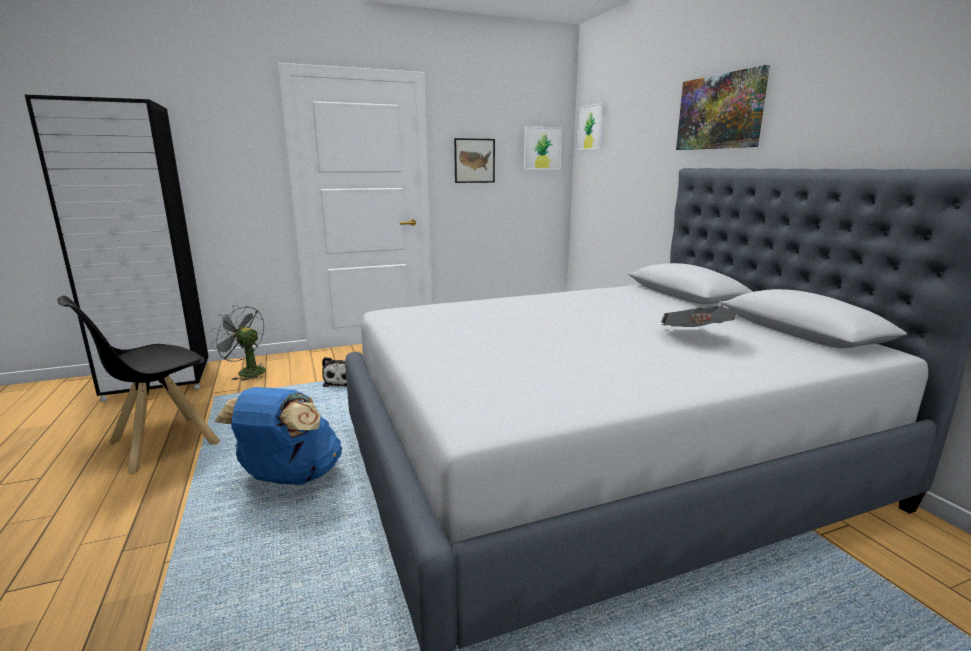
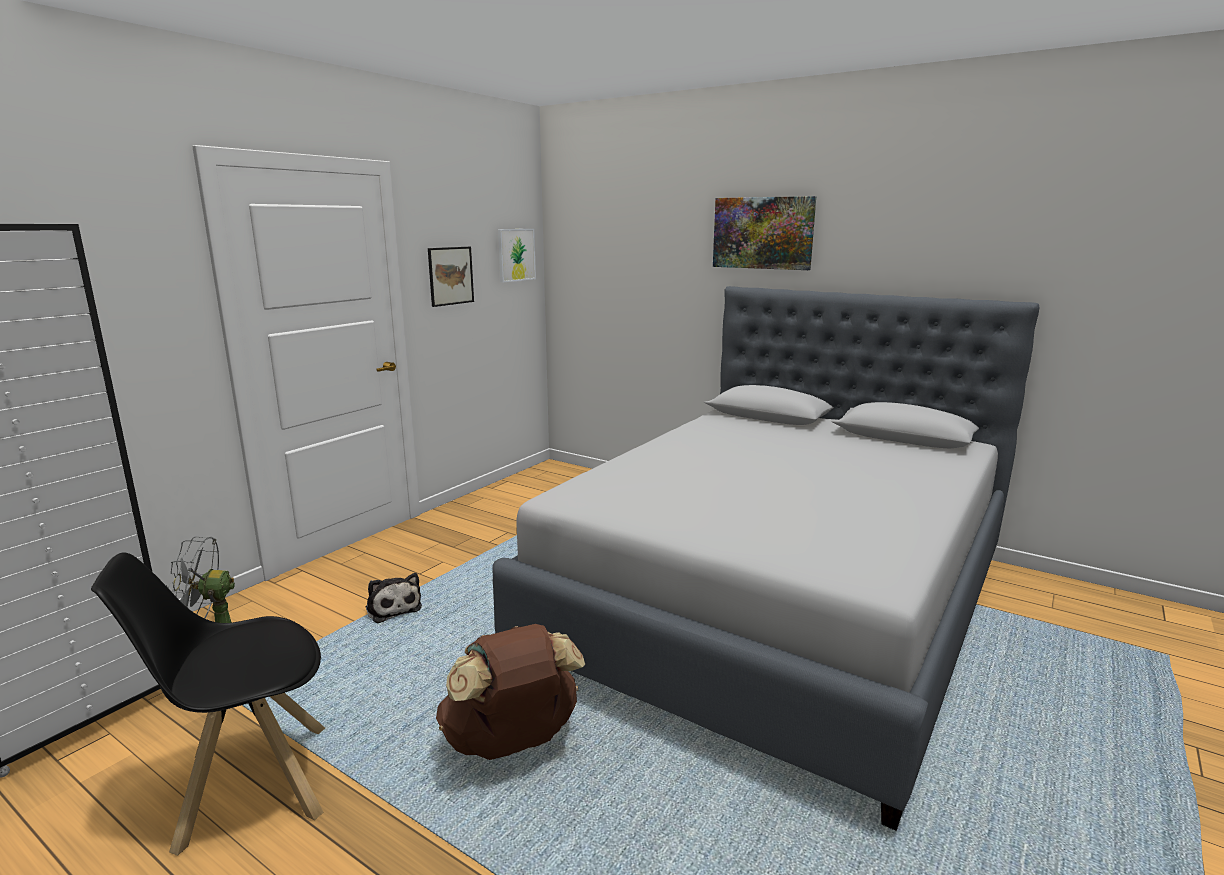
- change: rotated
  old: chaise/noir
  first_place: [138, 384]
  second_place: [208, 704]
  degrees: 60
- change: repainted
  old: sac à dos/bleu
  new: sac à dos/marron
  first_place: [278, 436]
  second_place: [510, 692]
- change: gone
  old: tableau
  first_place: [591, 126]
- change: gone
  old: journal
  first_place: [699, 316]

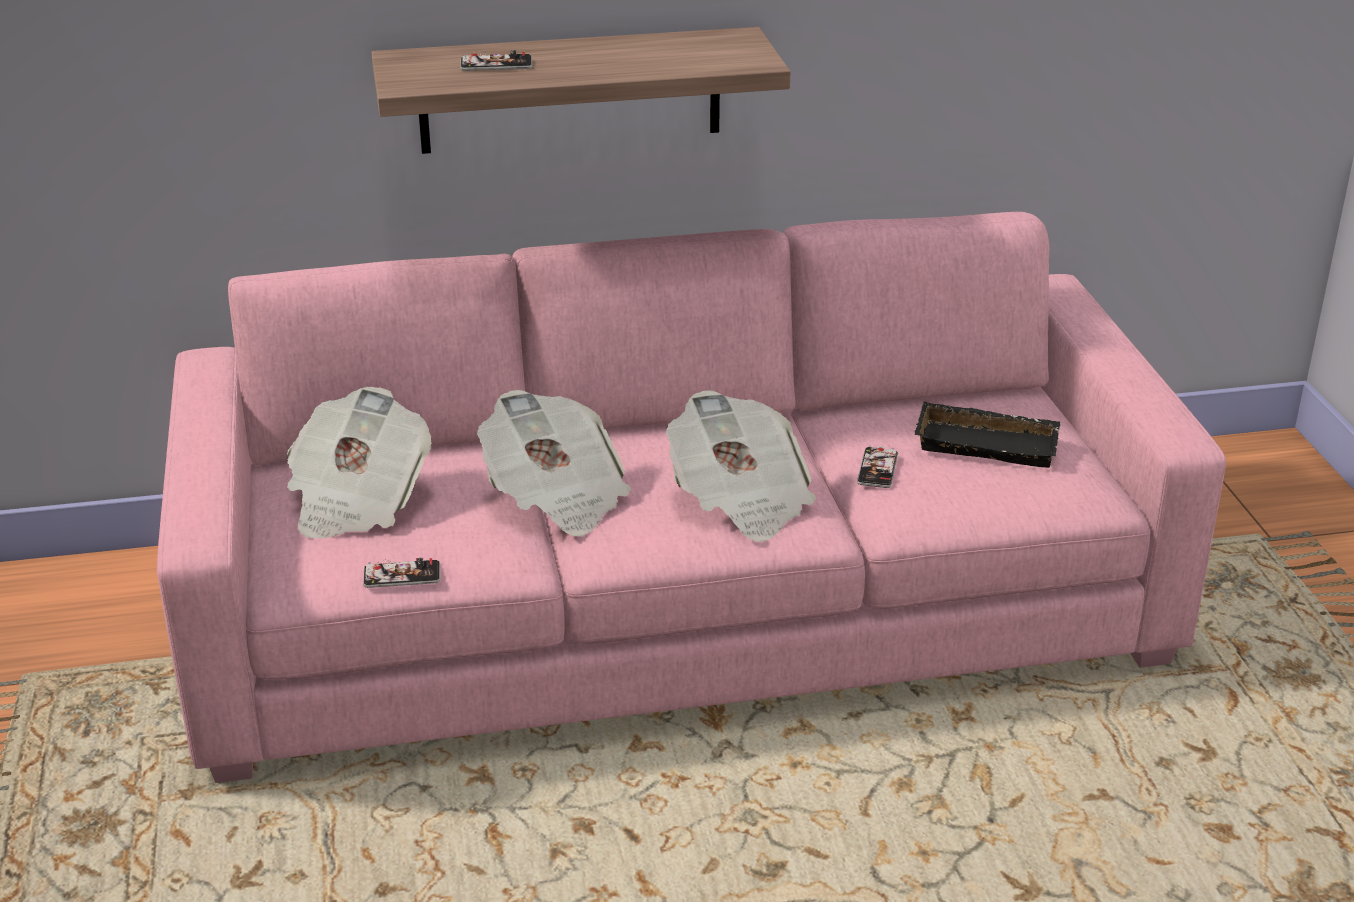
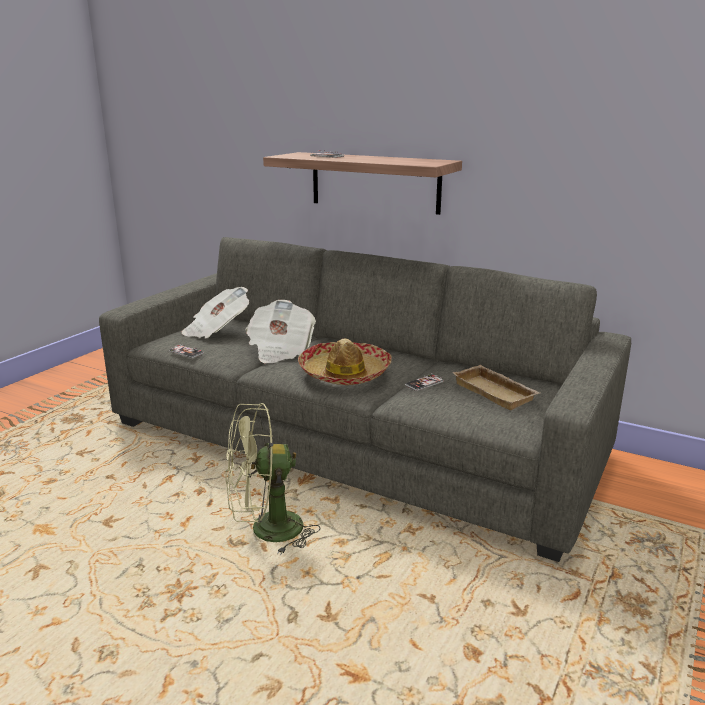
- change: repainted
  old: canapé/rose
  new: canapé/gris
  first_place: [691, 497]
  second_place: [365, 399]
- change: swapped
  old: journal
  new: chapeau
  first_place: [741, 466]
  second_place: [345, 362]
- change: repainted
  old: plateau/noir
  new: plateau/beige
  first_place: [988, 435]
  second_place: [496, 387]
- change: new
  new: ventilateur/vert
  second_place: [273, 479]

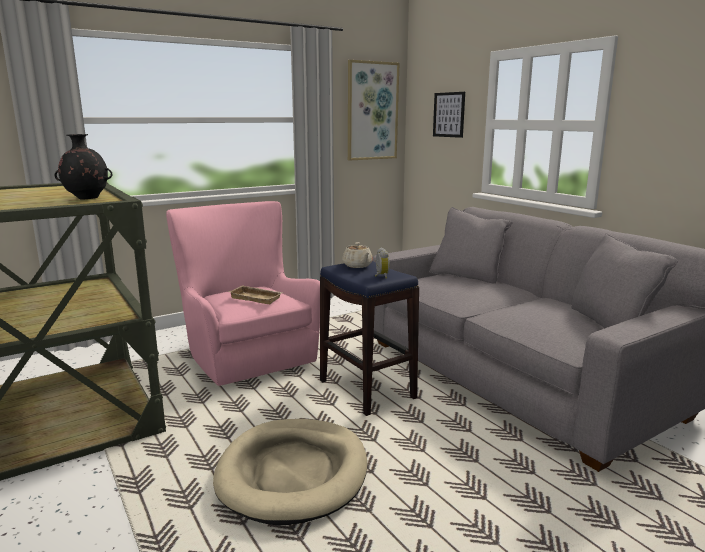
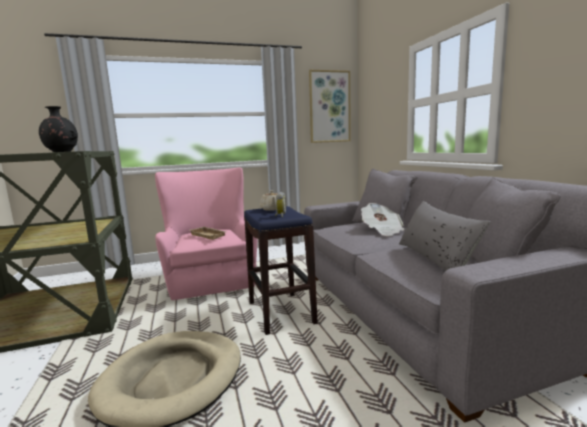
- change: gone
  old: tableau
  first_place: [449, 115]
- change: new
  new: journal
  second_place: [383, 219]
- change: new
  new: coussin/gris
  second_place: [444, 236]

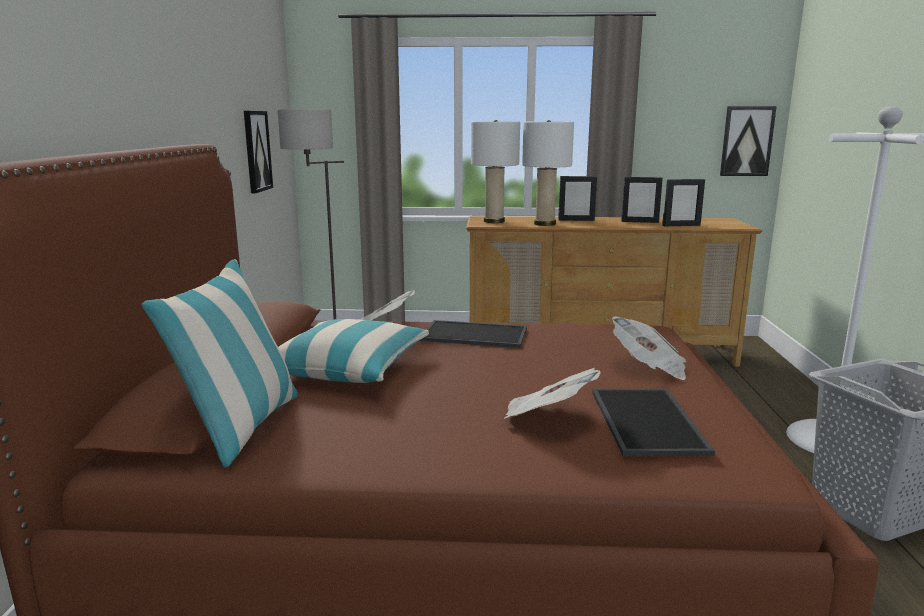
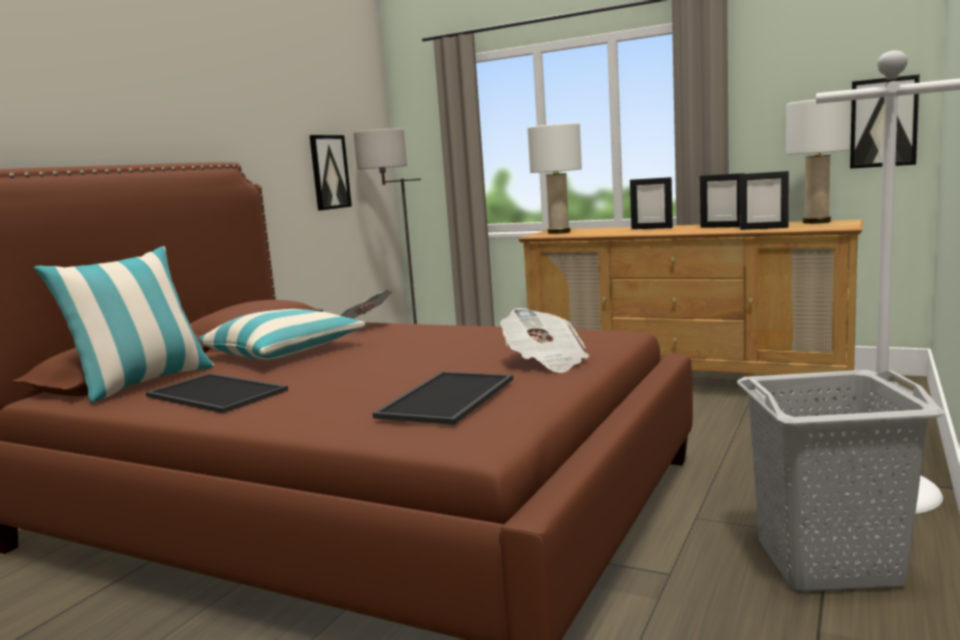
- change: shifted
  old: plateau
  first_place: [473, 334]
  second_place: [217, 393]
- change: gone
  old: journal
  first_place: [552, 393]
- change: shifted
  old: lampe de table/blanc
  first_place: [548, 173]
  second_place: [818, 161]

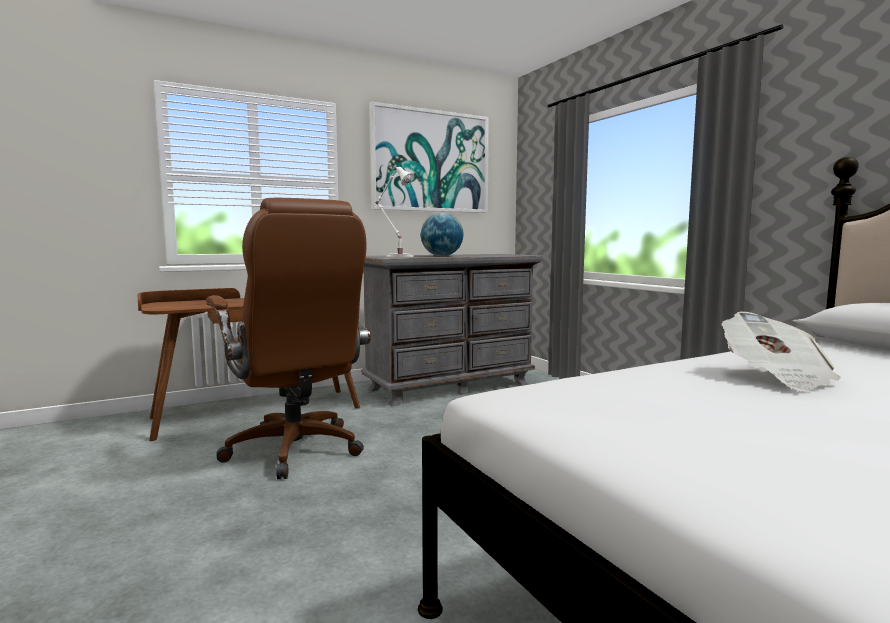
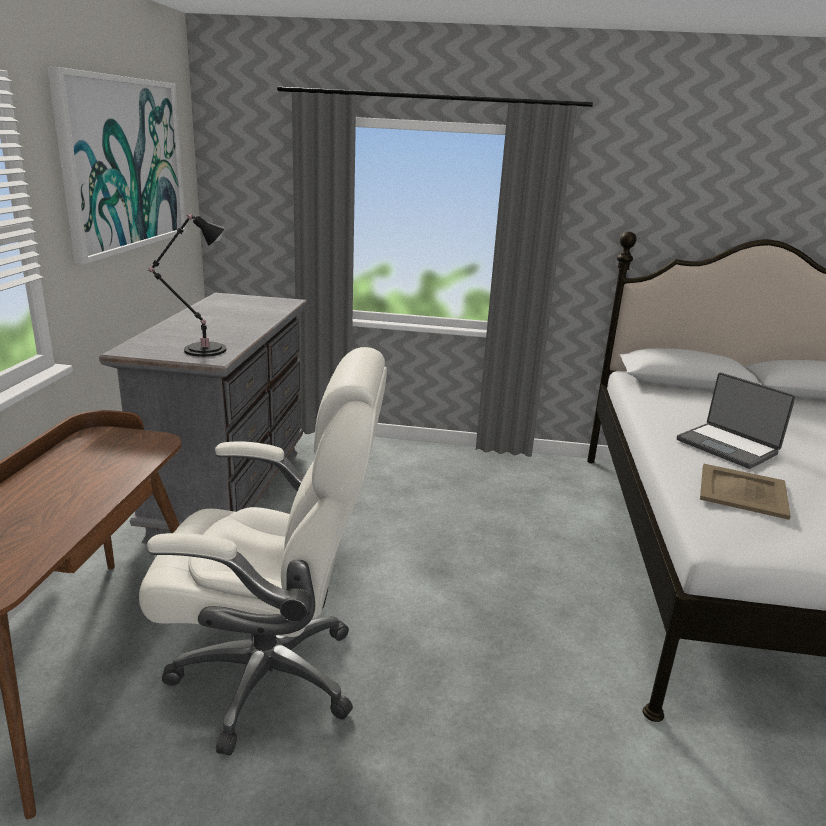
- change: repainted
  old: chaise de bureau/marron
  new: chaise de bureau/blanc
  first_place: [288, 338]
  second_place: [263, 551]
- change: repainted
  old: lampe de table/blanc
  new: lampe de table/noir
  first_place: [394, 212]
  second_place: [187, 285]
- change: gone
  old: globe
  first_place: [442, 234]
- change: swapped
  old: journal
  new: ordinateur portable
  first_place: [781, 351]
  second_place: [736, 420]
- change: new
  new: plateau/beige
  second_place: [745, 492]

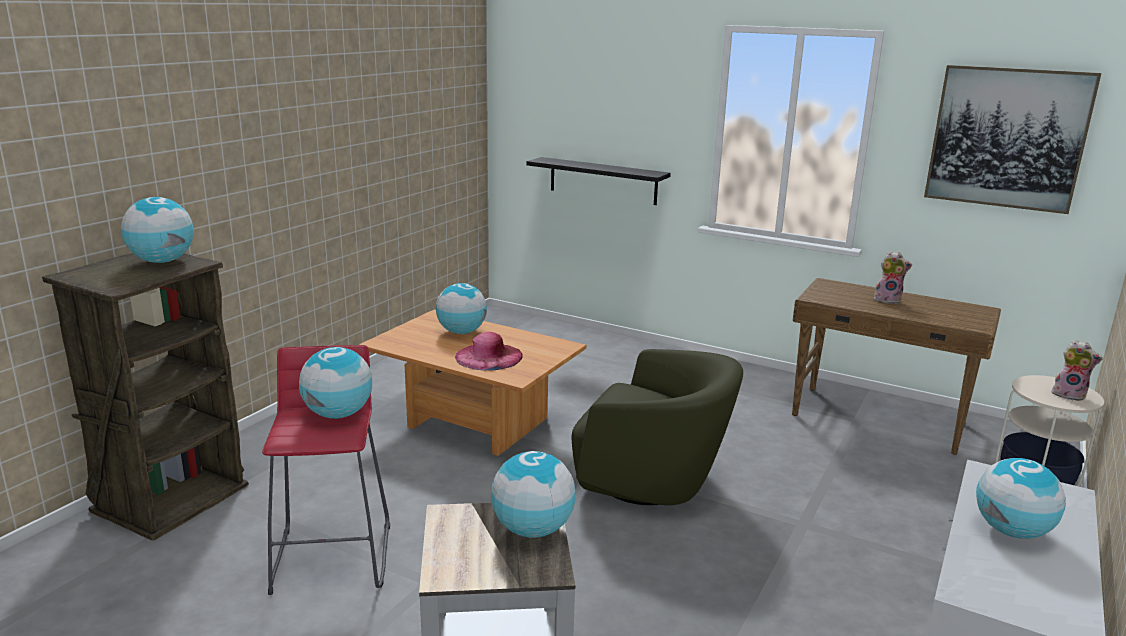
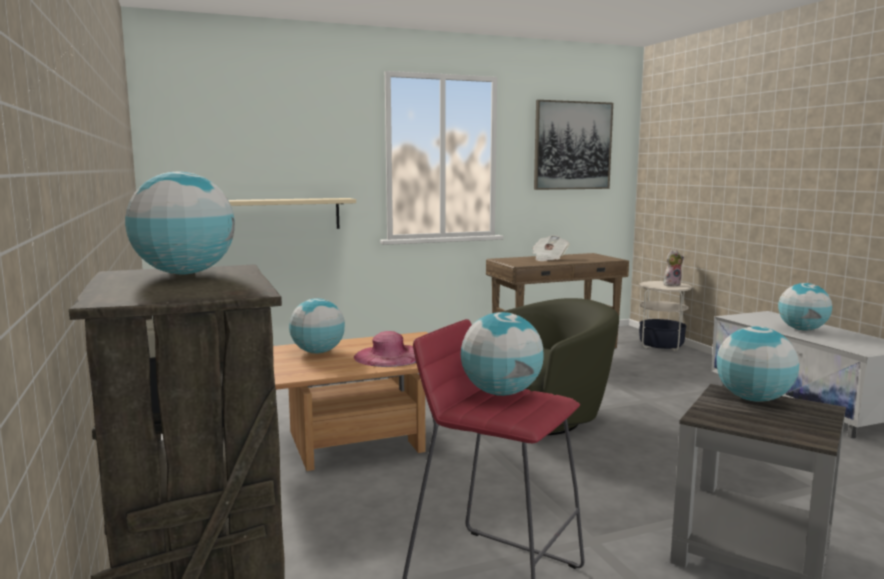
- change: repainted
  old: étagère/noir
  new: étagère/beige
  first_place: [598, 181]
  second_place: [292, 213]
- change: swapped
  old: peluche
  new: journal
  first_place: [892, 277]
  second_place: [551, 248]

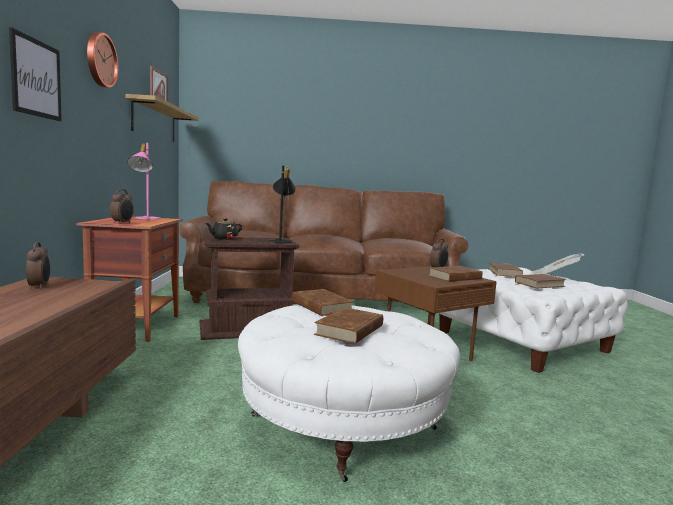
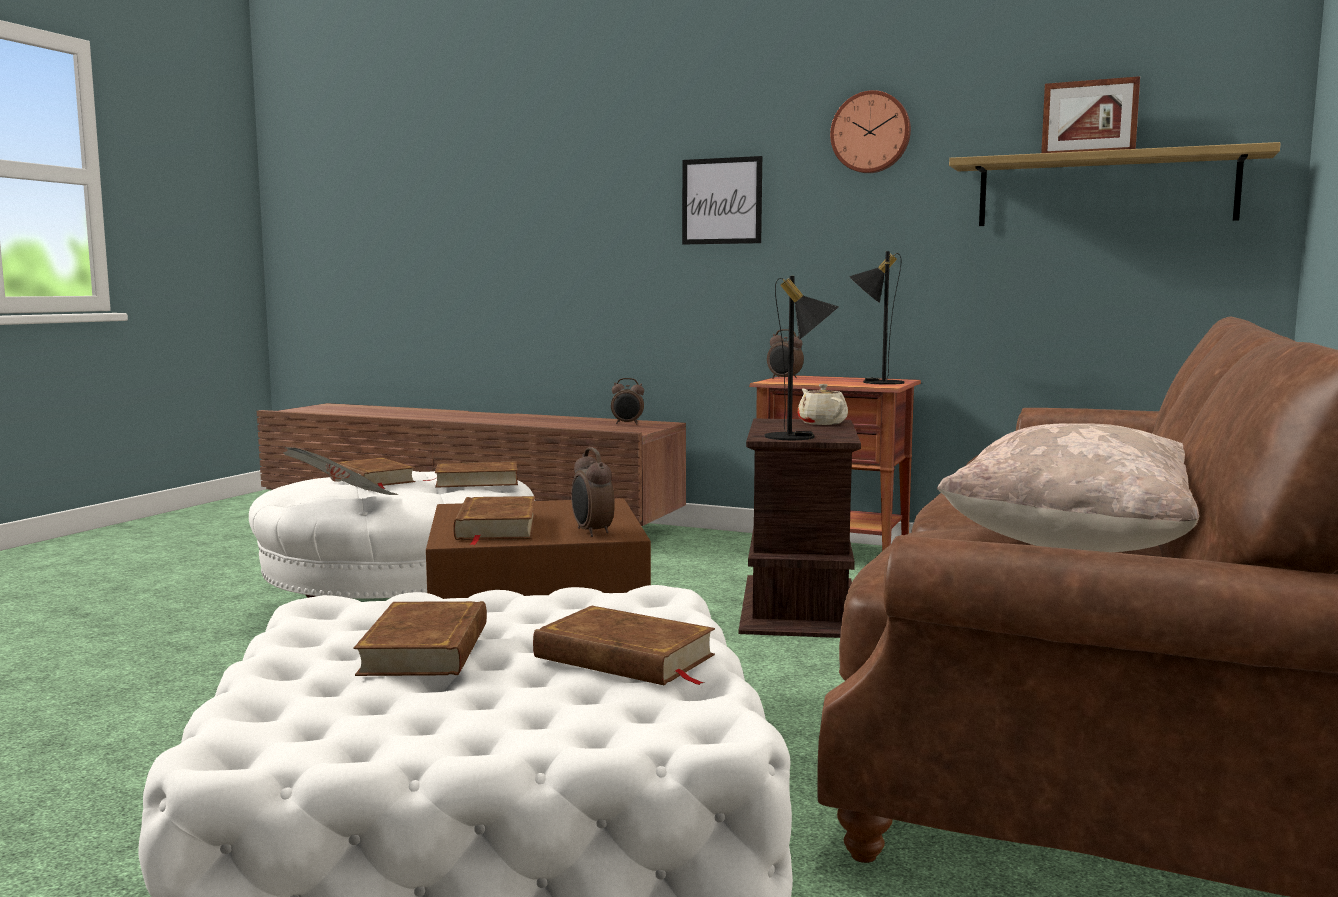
- change: repainted
  old: lampe de table/rose
  new: lampe de table/noir
  first_place: [143, 181]
  second_place: [877, 318]
- change: repainted
  old: théière/noir
  new: théière/beige
  first_place: [223, 229]
  second_place: [822, 404]
- change: shifted
  old: journal
  first_place: [557, 263]
  second_place: [340, 471]
- change: new
  new: coussin/beige
  second_place: [1068, 487]

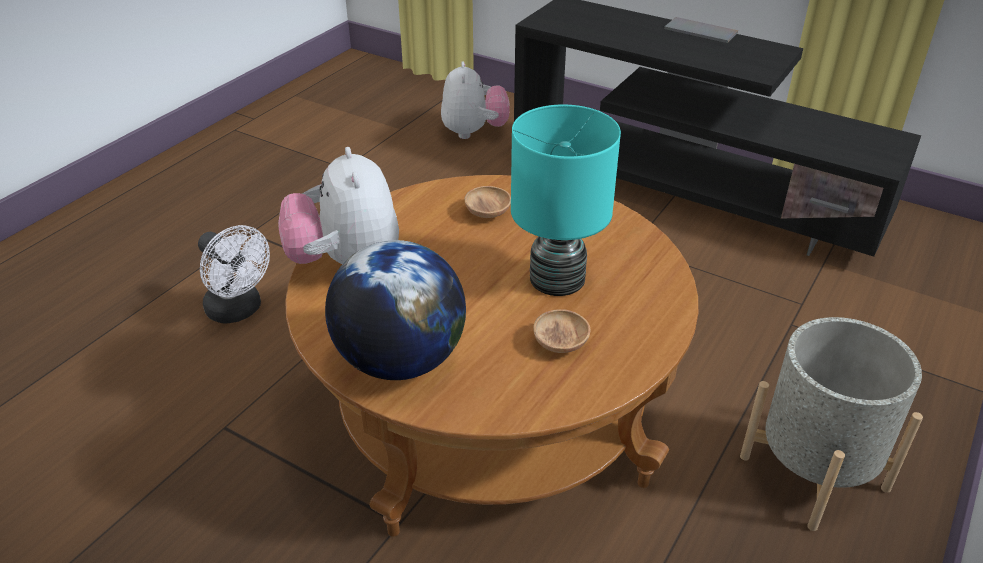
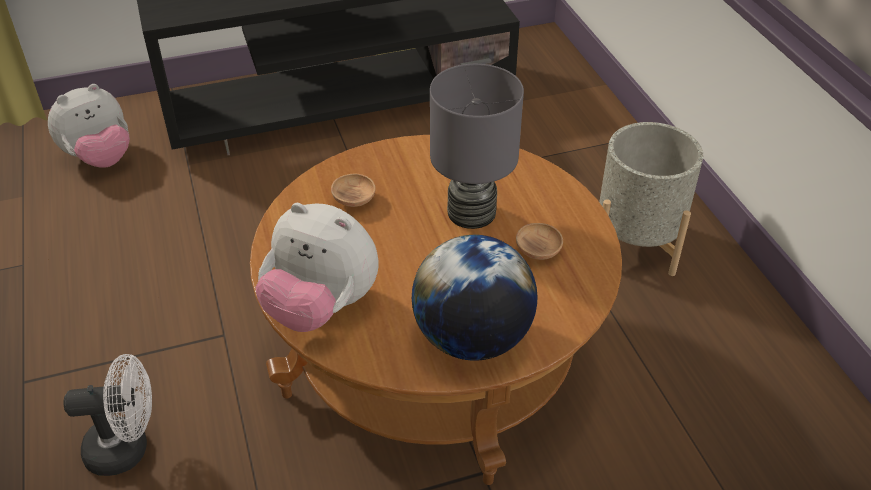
- change: rotated
  old: peluche
  first_place: [475, 100]
  second_place: [89, 126]
  degrees: 105
- change: repainted
  old: lampe de table/turquoise
  new: lampe de table/gris
  first_place: [566, 200]
  second_place: [477, 146]

